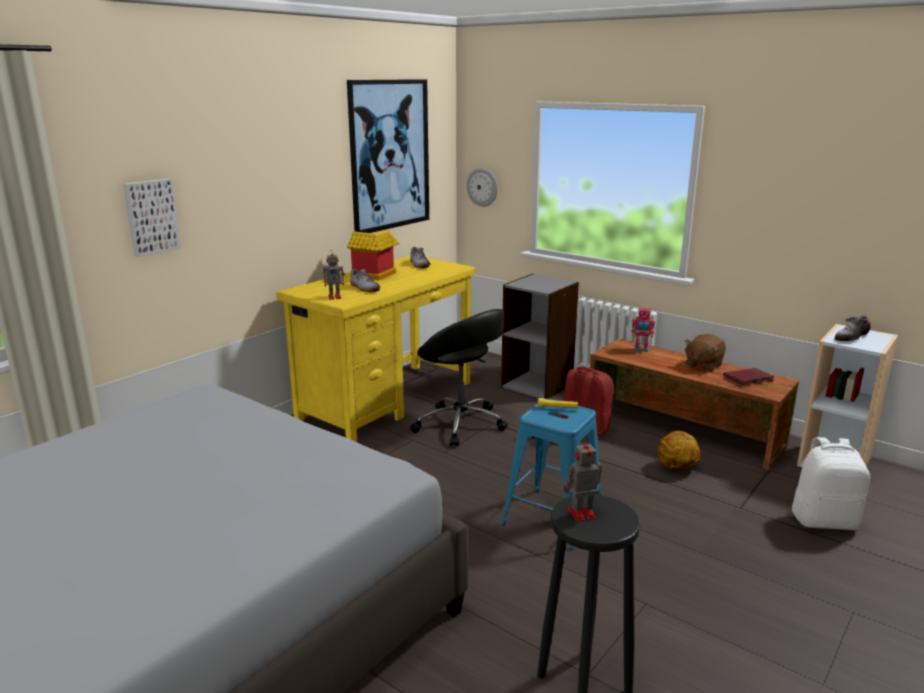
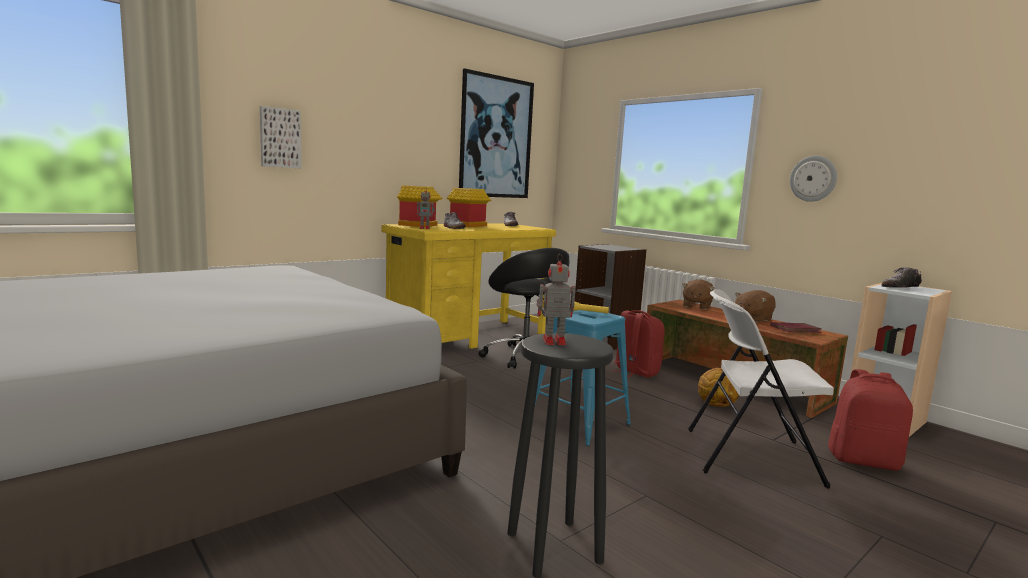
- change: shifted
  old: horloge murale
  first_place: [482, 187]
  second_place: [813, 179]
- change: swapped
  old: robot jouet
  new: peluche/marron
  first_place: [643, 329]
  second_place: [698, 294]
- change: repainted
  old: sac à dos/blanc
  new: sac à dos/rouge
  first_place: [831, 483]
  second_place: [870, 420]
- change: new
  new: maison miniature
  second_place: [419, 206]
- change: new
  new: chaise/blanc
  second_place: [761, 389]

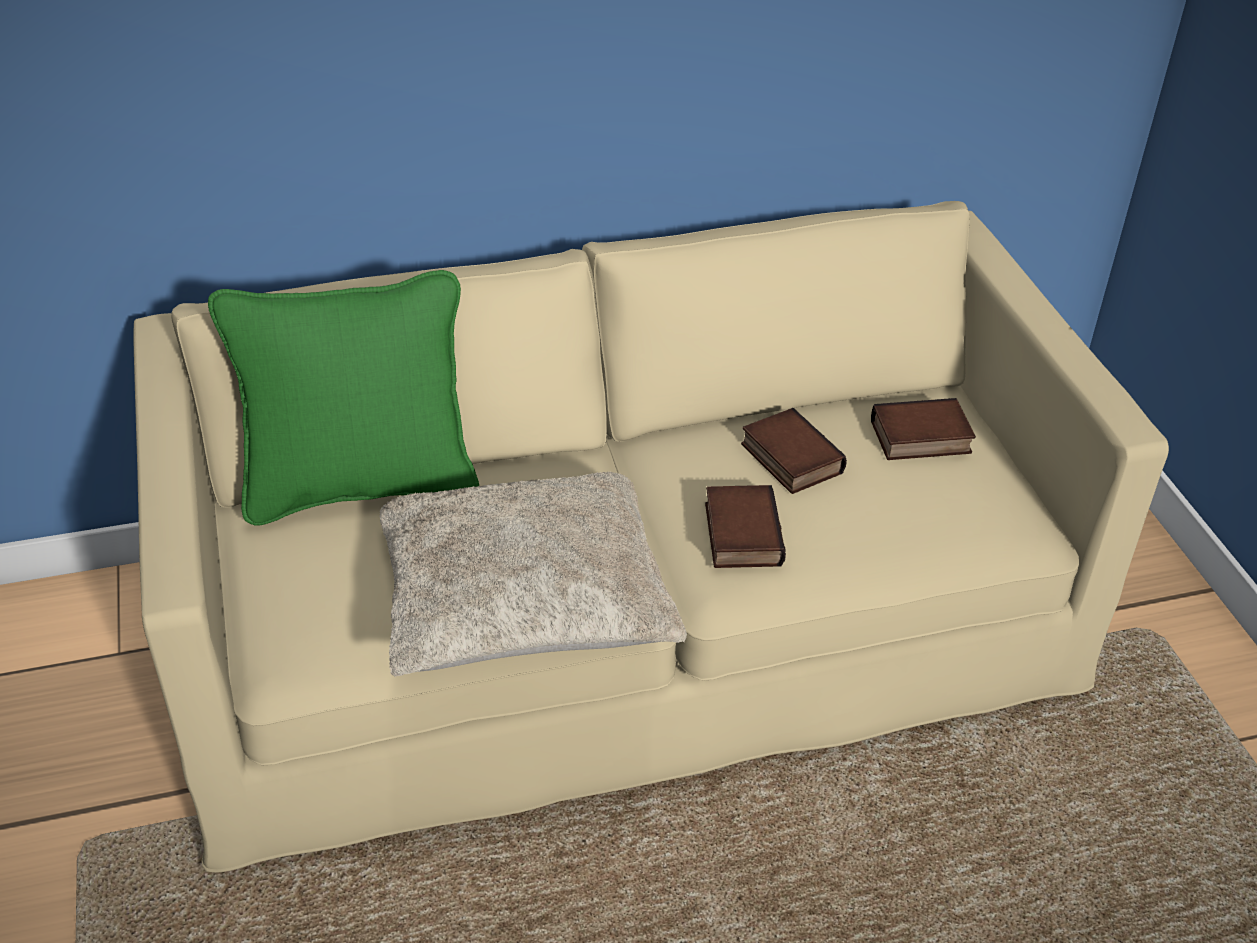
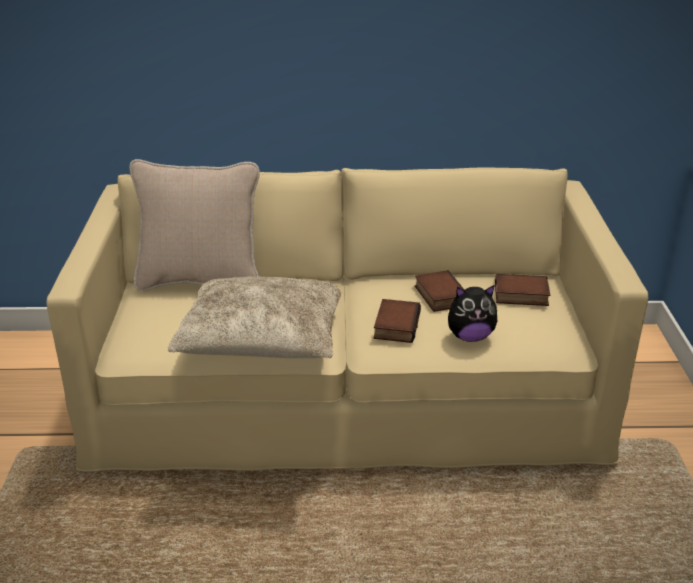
- change: repainted
  old: coussin/vert
  new: coussin/beige
  first_place: [343, 398]
  second_place: [194, 225]
- change: new
  new: peluche
  second_place: [472, 313]

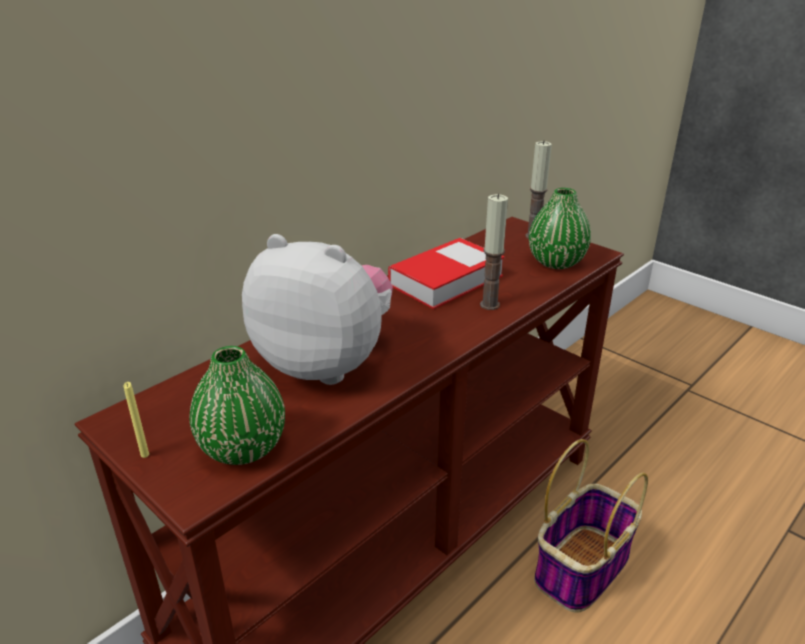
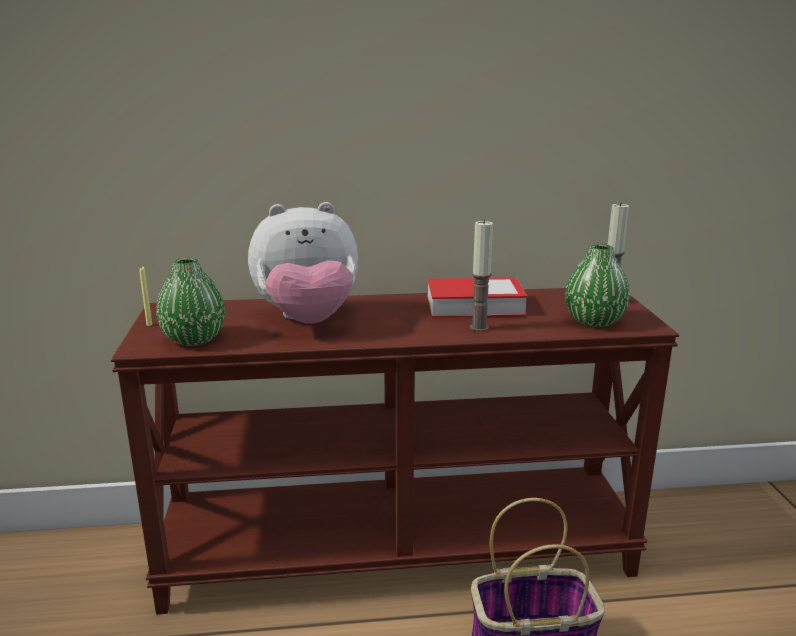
- change: rotated
  old: peluche
  first_place: [317, 309]
  second_place: [303, 263]
  degrees: 105

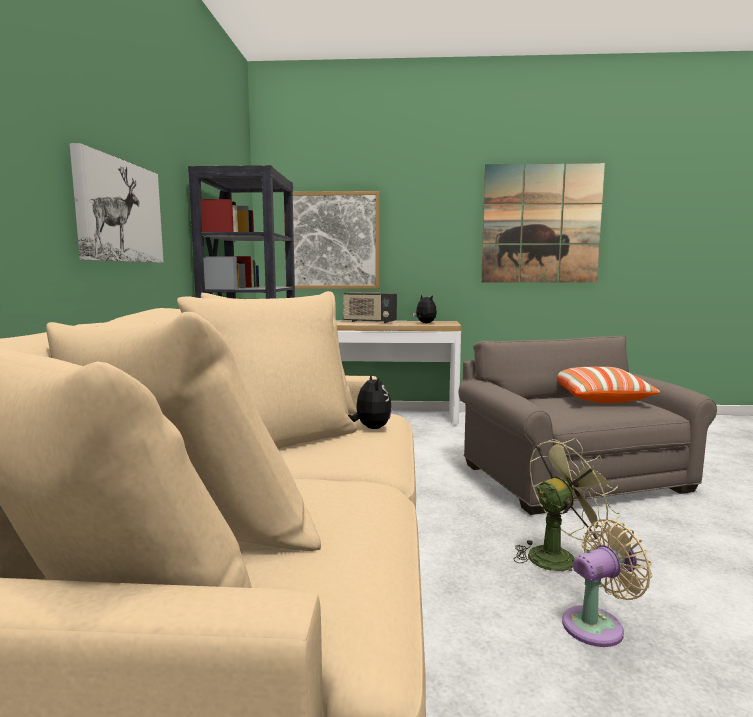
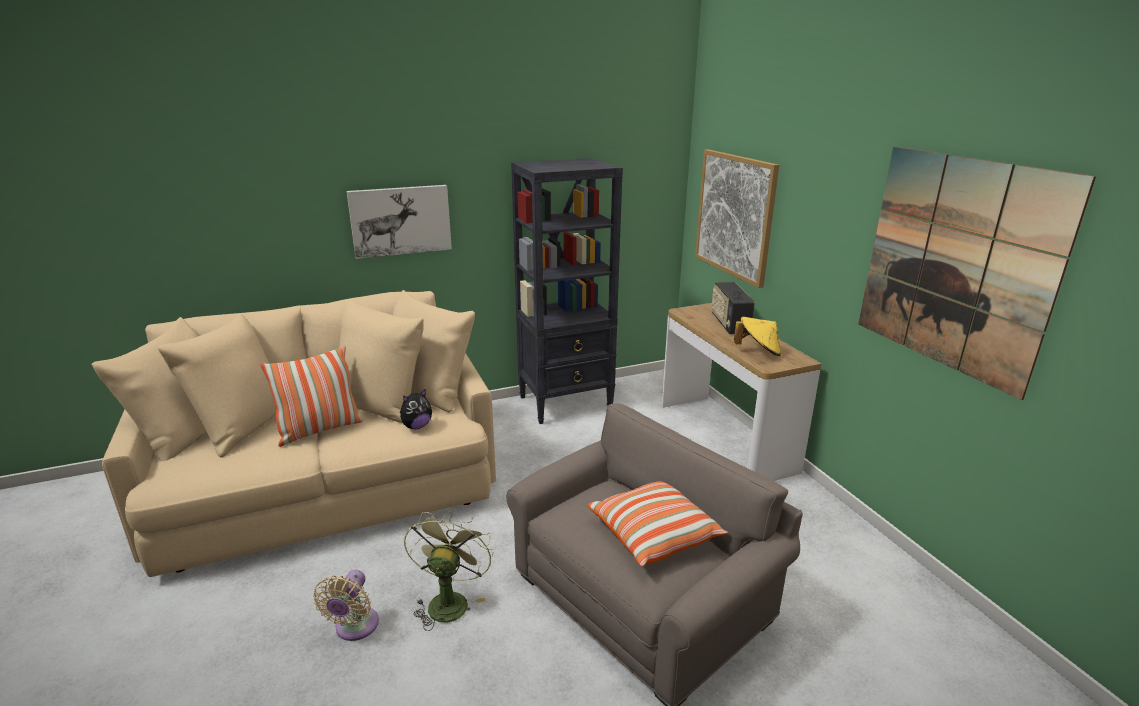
- change: swapped
  old: peluche
  new: chapeau/jaune
  first_place: [424, 309]
  second_place: [757, 336]
- change: rotated
  old: ventilateur/vert
  first_place: [567, 504]
  second_place: [448, 570]
  degrees: -120
- change: rotated
  old: ventilateur/beige
  first_place: [607, 583]
  second_place: [346, 605]
  degrees: 60
- change: new
  new: coussin
  second_place: [311, 396]

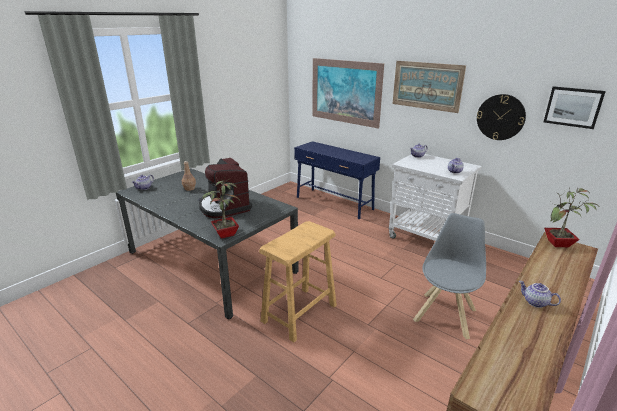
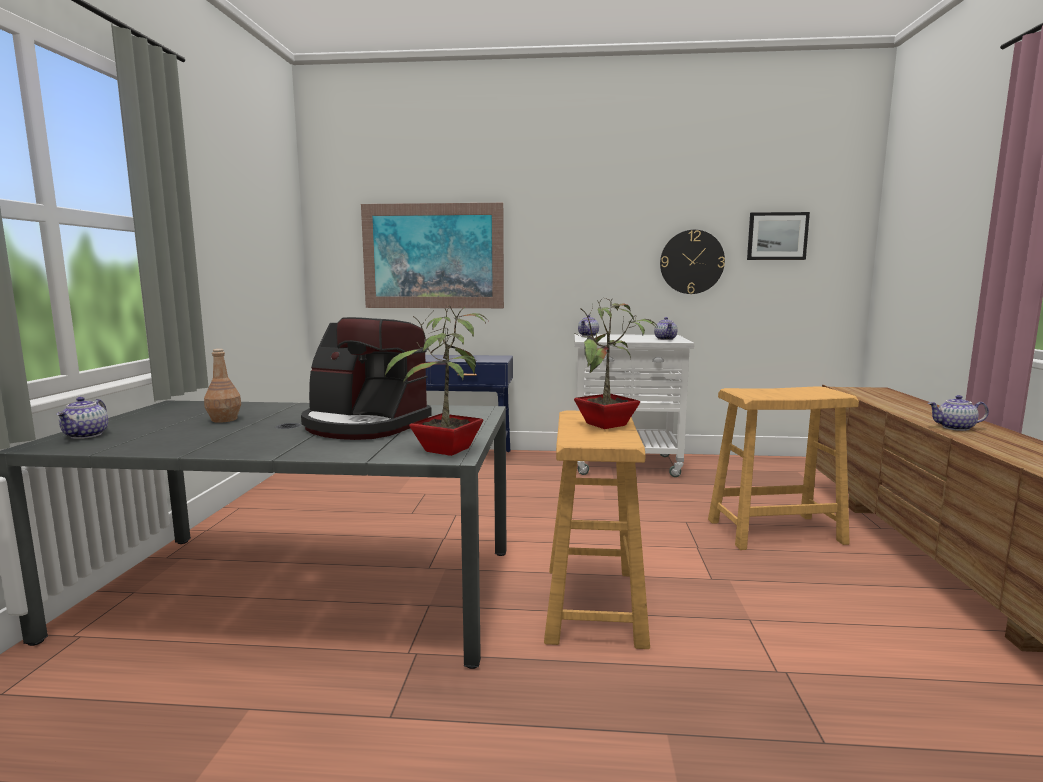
- change: gone
  old: tableau
  first_place: [429, 87]
- change: swapped
  old: chaise/gris
  new: tabouret/beige
  first_place: [449, 276]
  second_place: [783, 468]
- change: shifted
  old: plante en pot
  first_place: [571, 216]
  second_place: [616, 363]

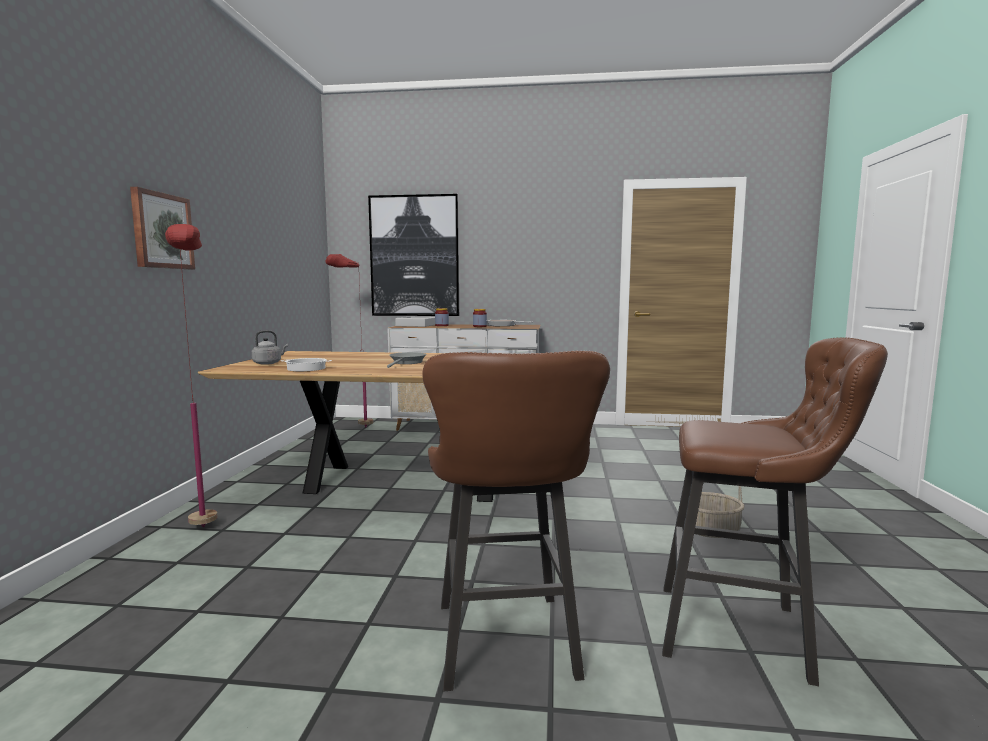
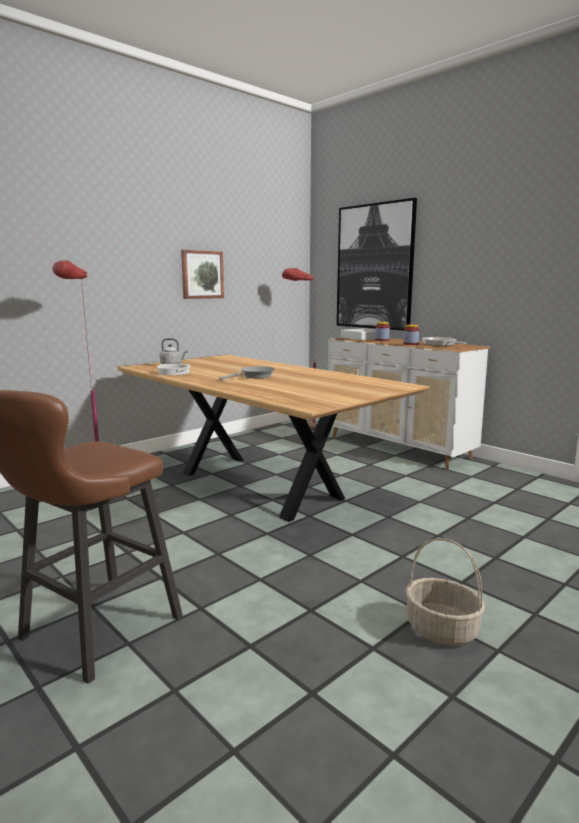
- change: shifted
  old: tableau
  first_place: [162, 228]
  second_place: [202, 274]
- change: gone
  old: tabouret/marron
  first_place: [775, 512]

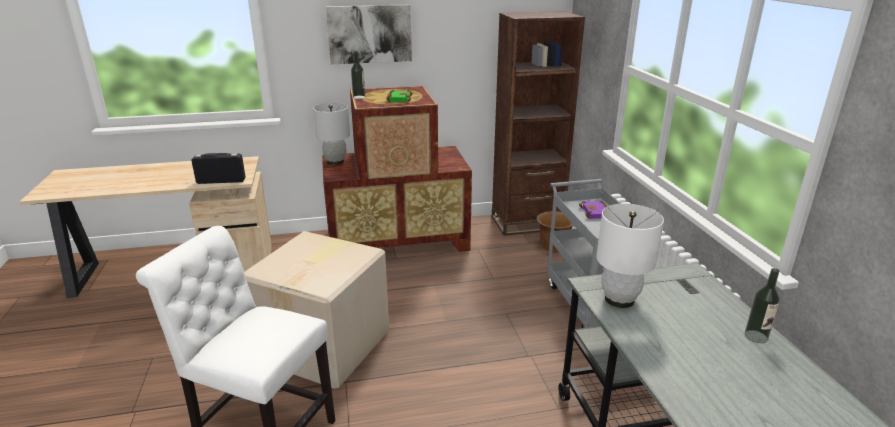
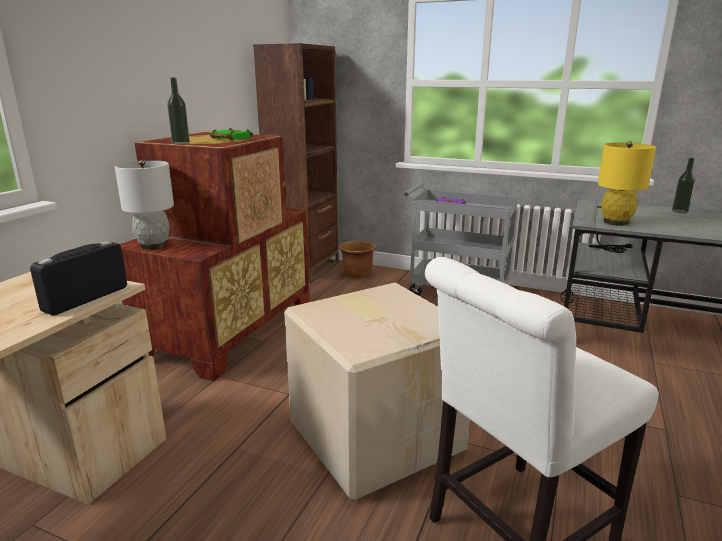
- change: gone
  old: tableau
  first_place: [369, 34]
- change: repainted
  old: lampe de table/blanc
  new: lampe de table/jaune
  first_place: [630, 256]
  second_place: [627, 183]

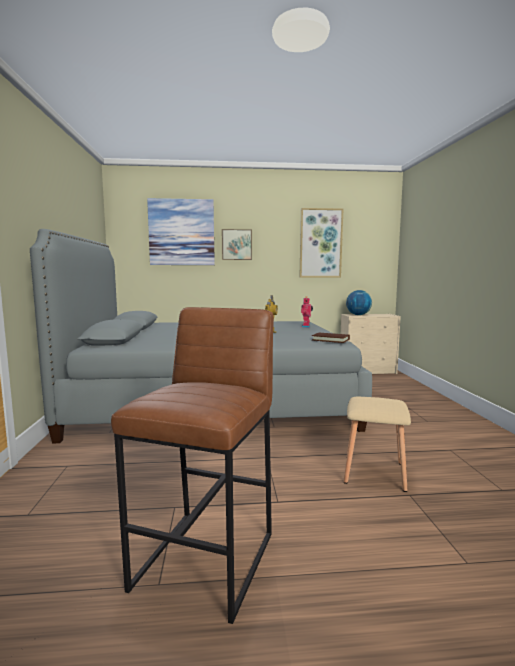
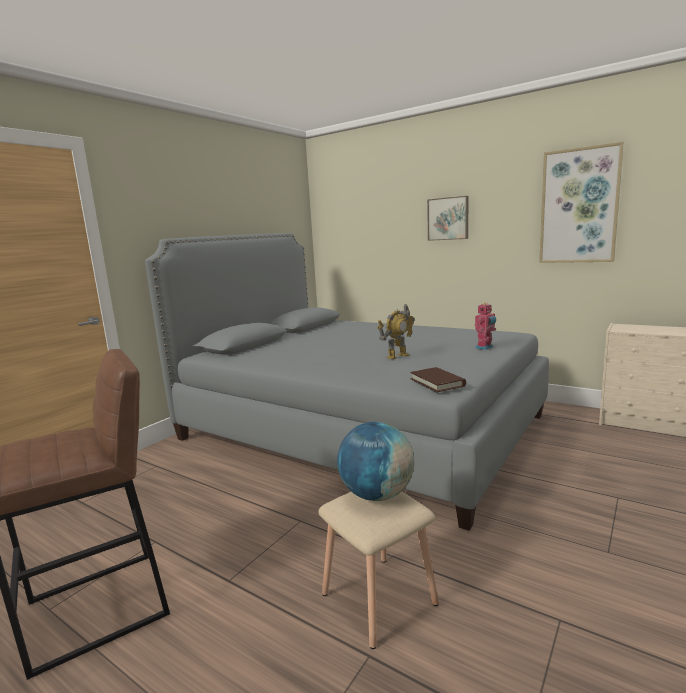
- change: gone
  old: tableau
  first_place: [181, 231]
- change: shifted
  old: globe
  first_place: [359, 302]
  second_place: [375, 461]

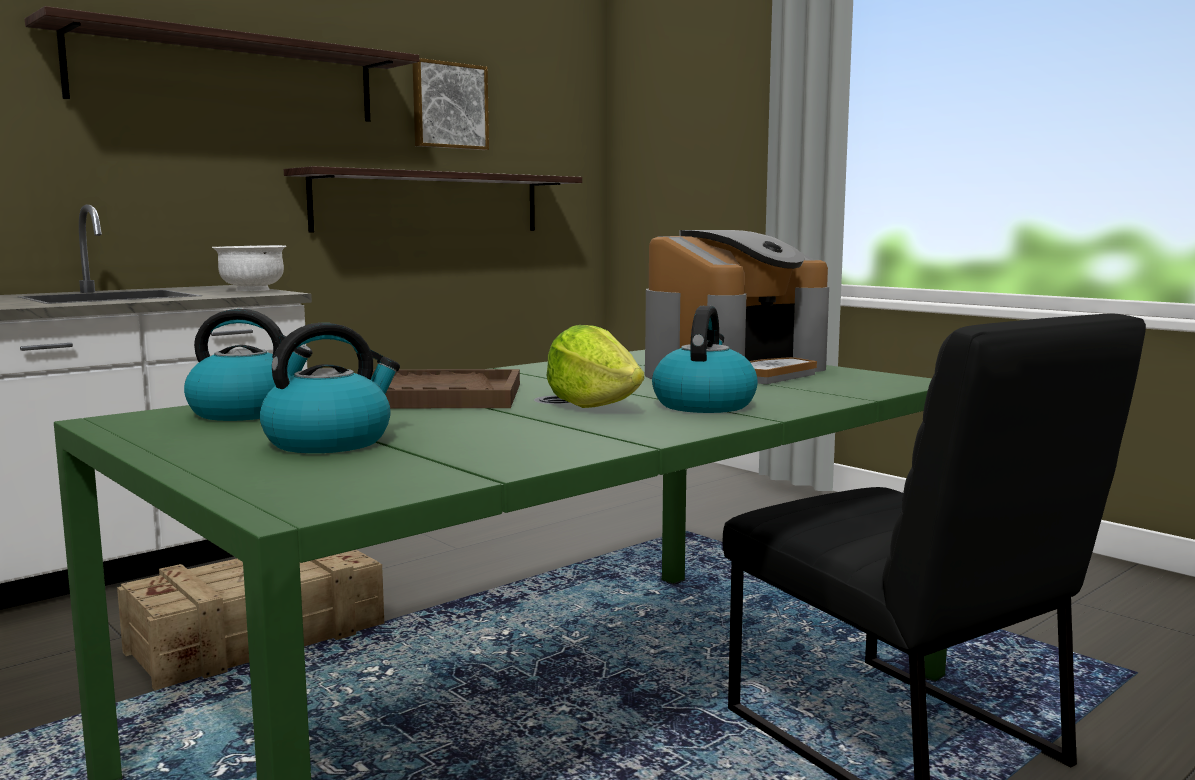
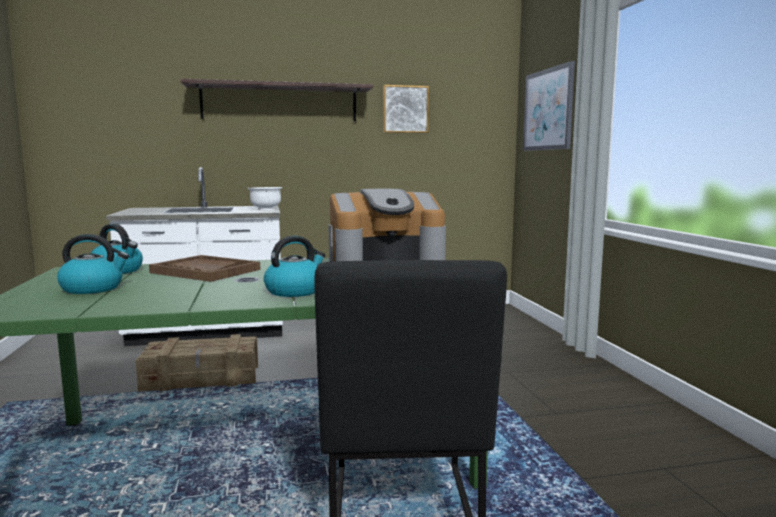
- change: gone
  old: étagère
  first_place: [433, 199]
- change: gone
  old: laitue
  first_place: [595, 366]
- change: new
  new: tableau
  second_place: [549, 106]

